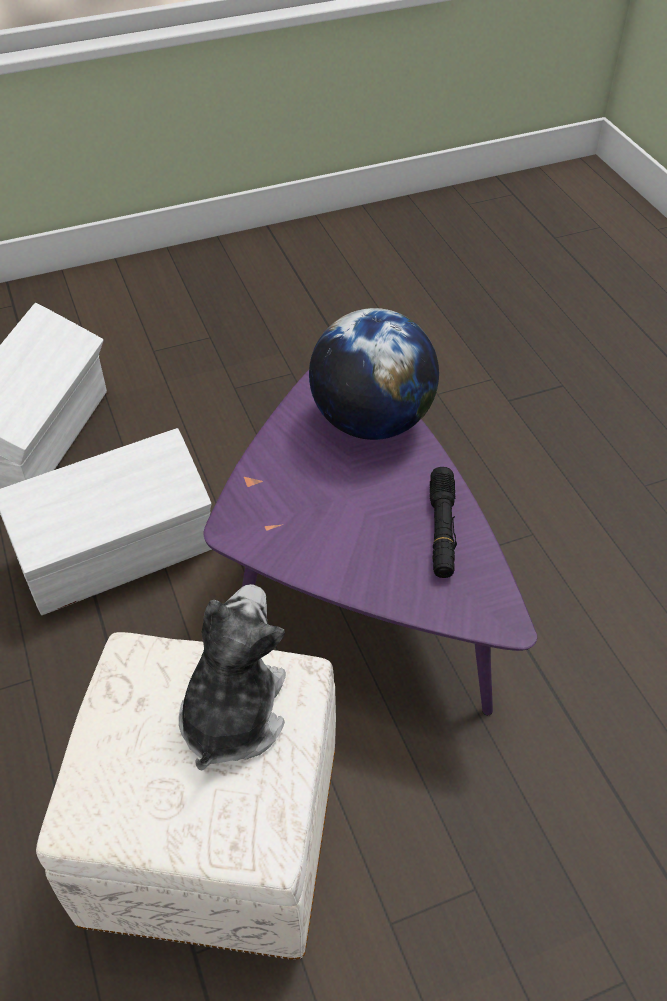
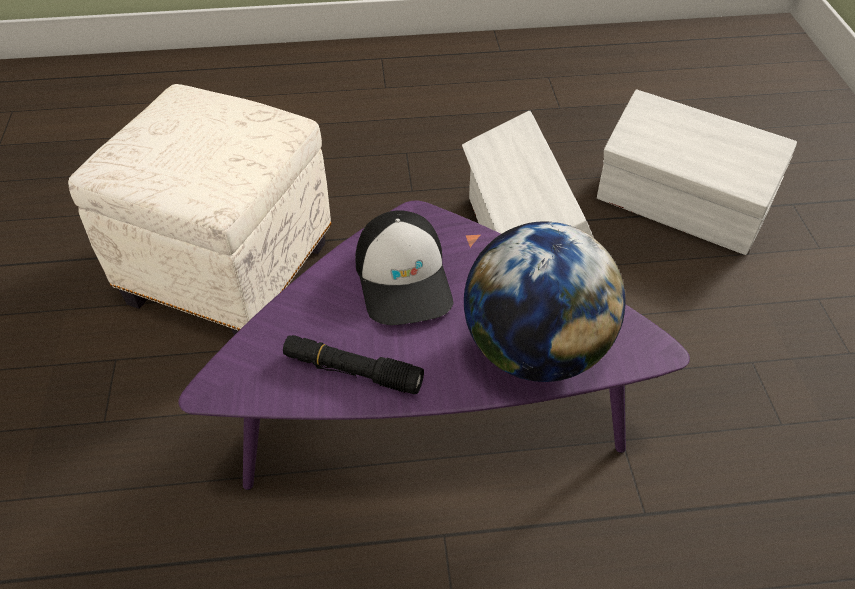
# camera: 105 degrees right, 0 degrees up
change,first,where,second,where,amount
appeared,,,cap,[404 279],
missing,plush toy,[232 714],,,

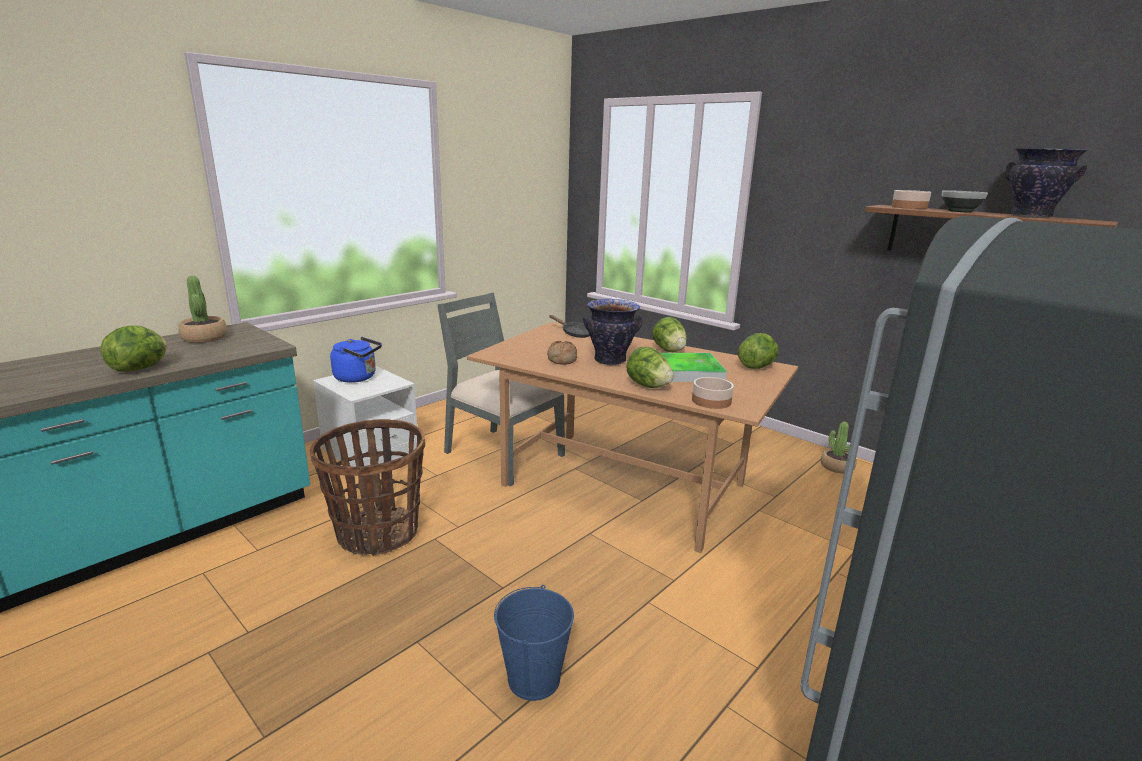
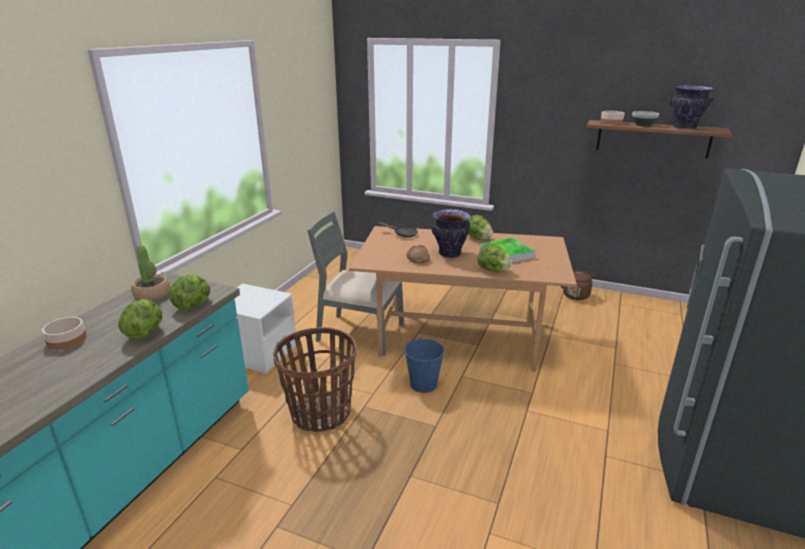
# camera: 20 degrees left, 5 degrees up
change,first,where,second,where,amount
relocated,bowl,[711 401],,[67 339],
relocated,lettuce,[757 367],,[194 305],
relocated,bucket/blue,[534 678],,[423 384],
exchanged,potted plant,[837 467],kettle/brown,[575 294],
missing,kettle/blue,[358 378],,,

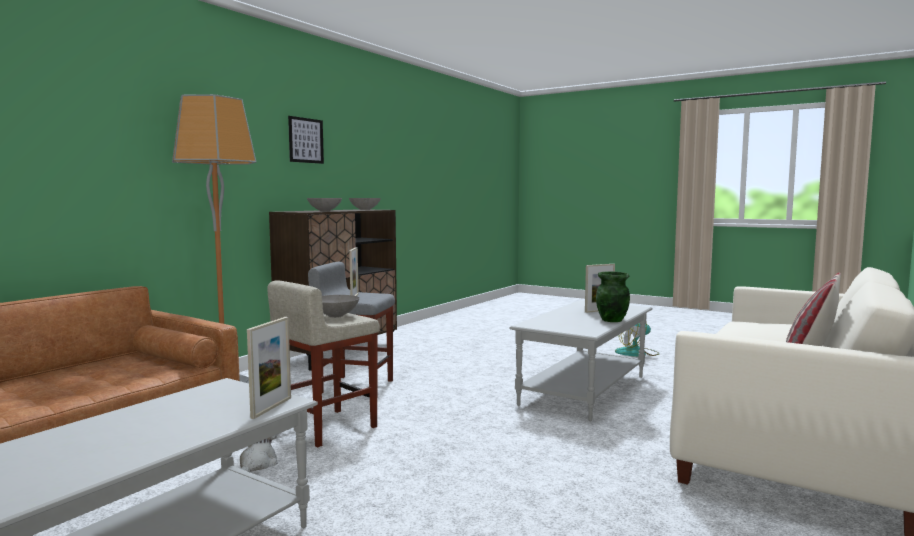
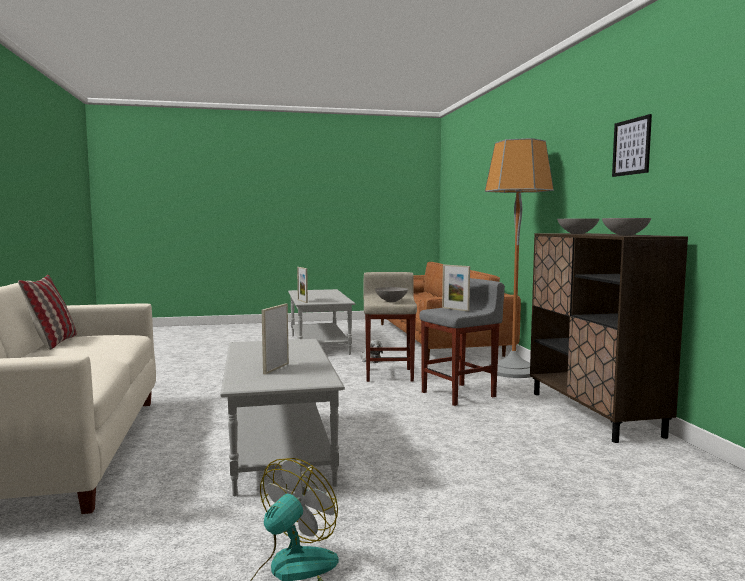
# camera: 135 degrees right, 0 degrees up
change,first,where,second,where,amount
missing,vase/green,[612 320],,,

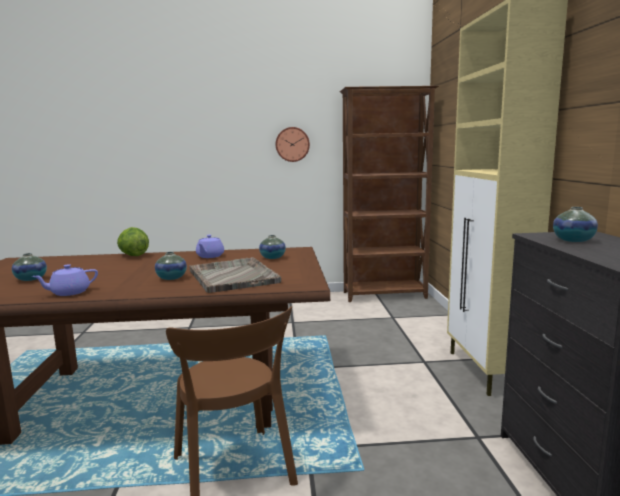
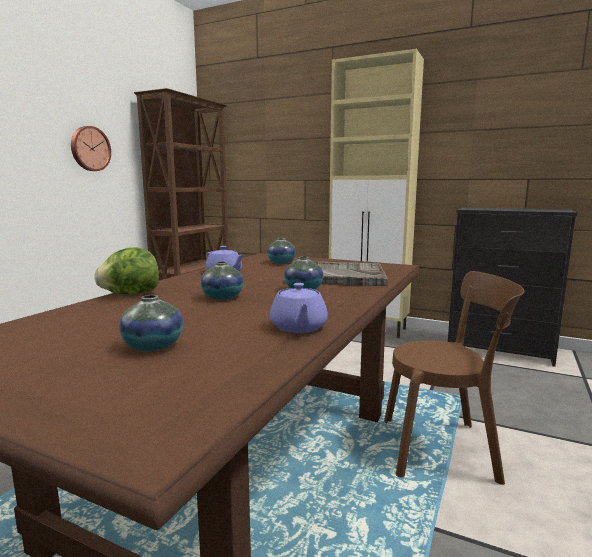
# camera: 60 degrees left, 0 degrees up
change,first,where,second,where,amount
relocated,vase,[573 240],,[222 297],

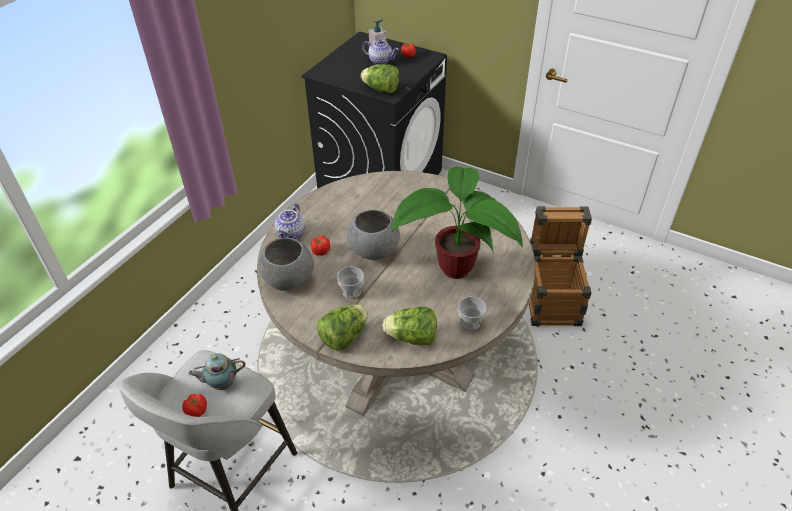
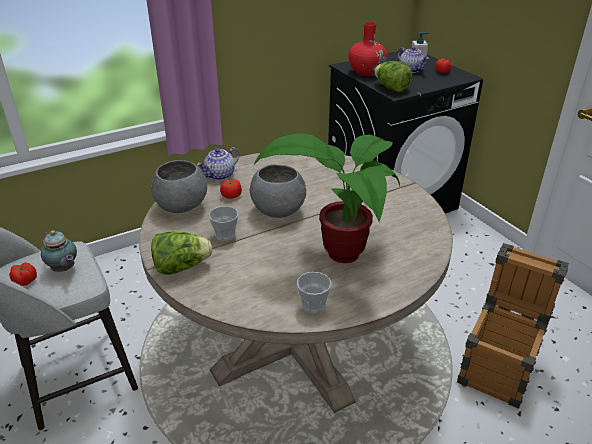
# camera: 30 degrees right, 10 degrees down
change,first,where,second,where,amount
spun,teapot,[221 383],,[64 269],150 degrees counterclockwise
appeared,,,vase/red,[366 72],
missing,lettuce,[412 337],,,

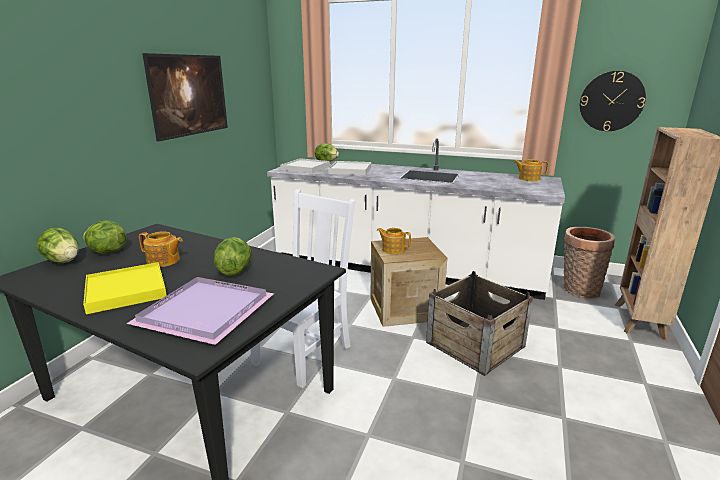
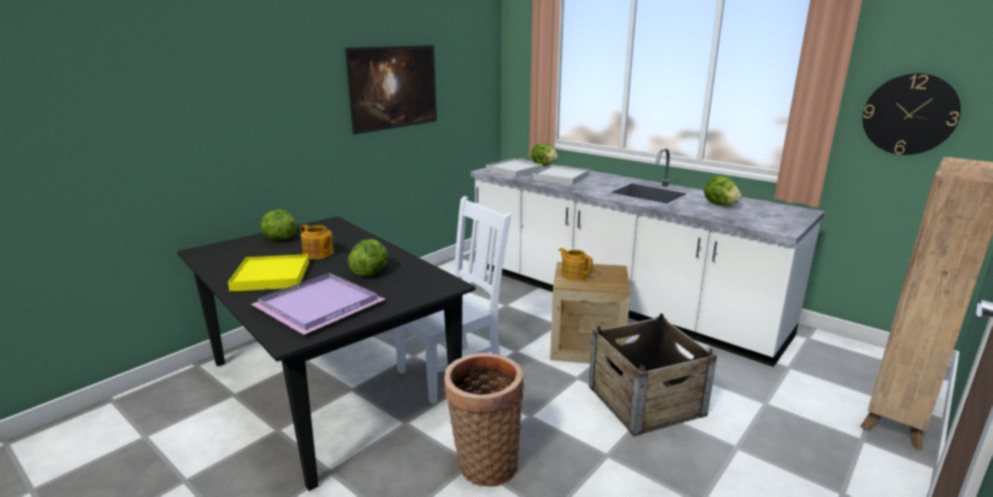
# camera: 20 degrees right, 0 degrees up
change,first,where,second,where,amount
relocated,basket,[578 290],,[484 463],
relocated,lettuce,[63 261],,[720 204],
missing,teapot,[528 178],,,

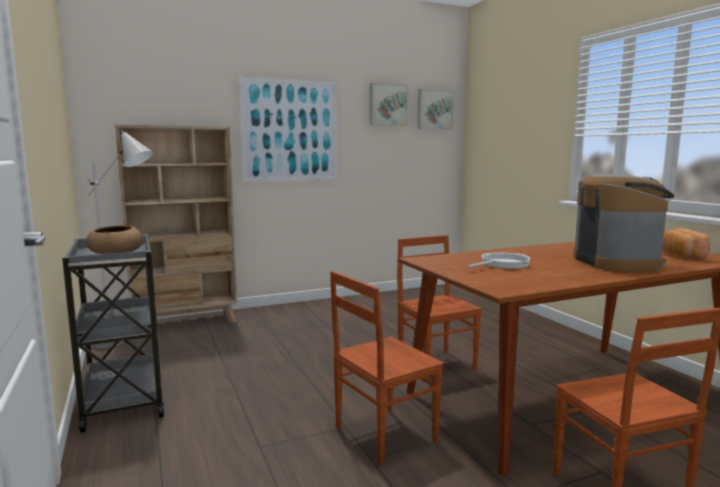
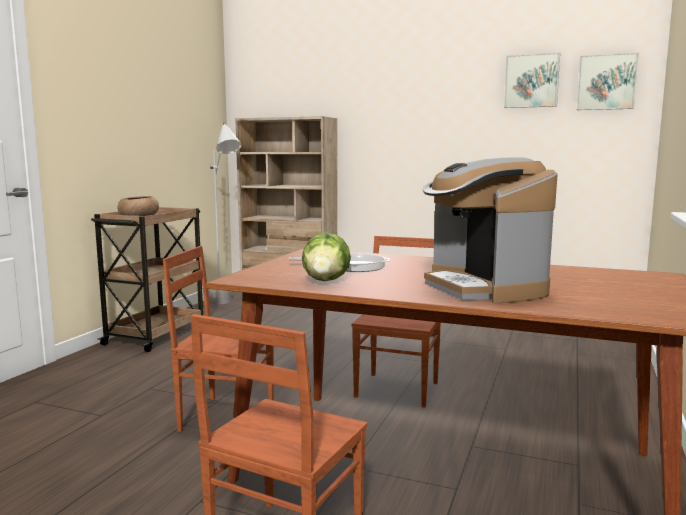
# camera: 45 degrees right, 0 degrees up
change,first,where,second,where,amount
colour,cart/grey,[123 397],cart/brown,[156 334],
appeared,,,lettuce,[326 281],
spun,coffee machine,[617 262],,[484 288],120 degrees clockwise
missing,picture,[290 131],,,
missing,bread,[680 255],,,

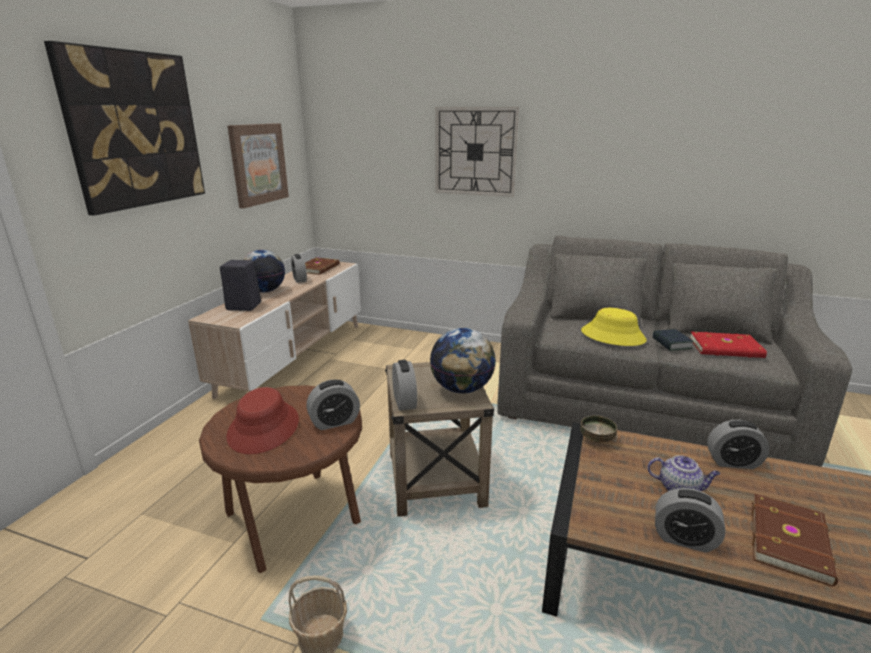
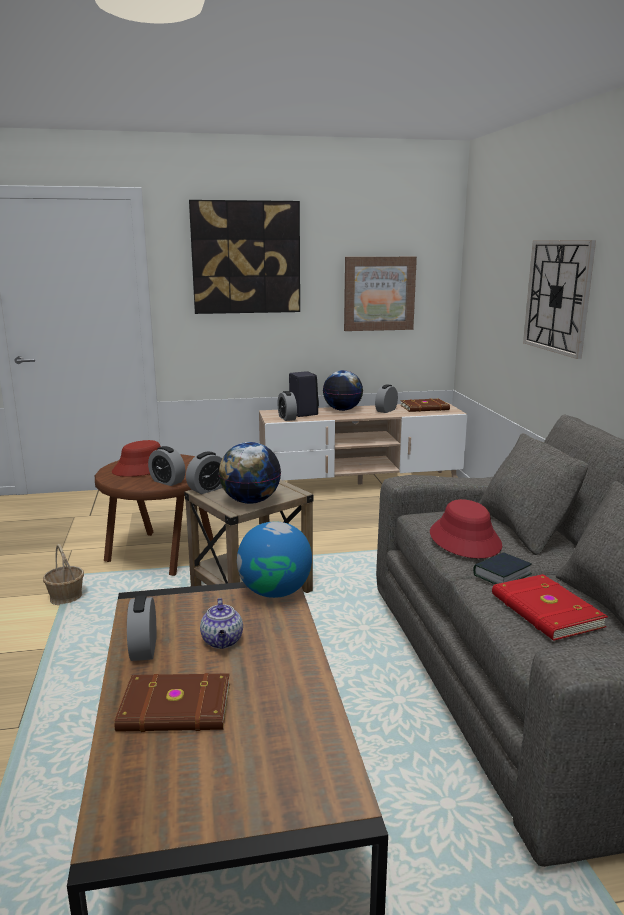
# camera: 60 degrees right, 5 degrees down
change,first,where,second,where,amount
exchanged,bowl,[597 439],globe,[275 592],
relocated,alarm clock,[733 462],,[287 418],
colour,hat/yellow,[613 336],hat/red,[465 539],

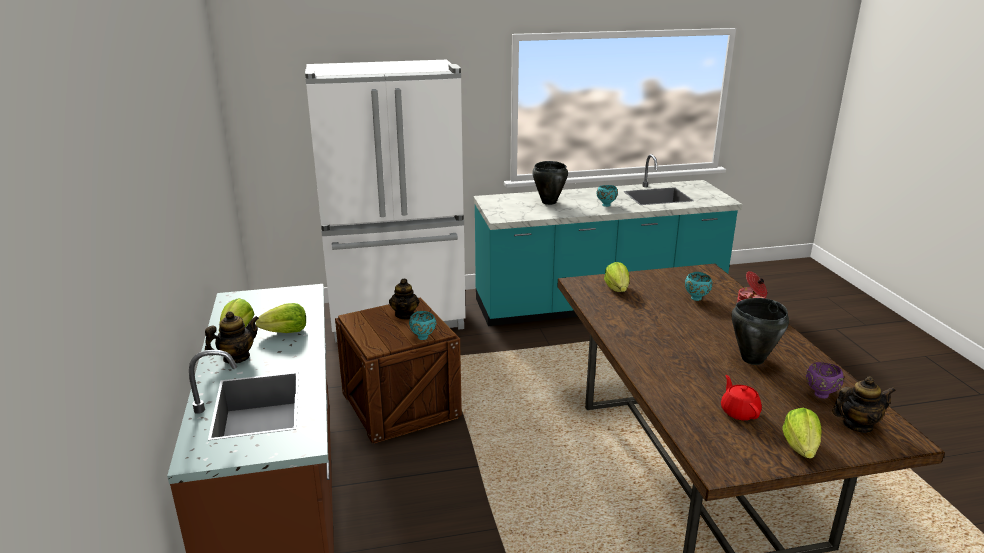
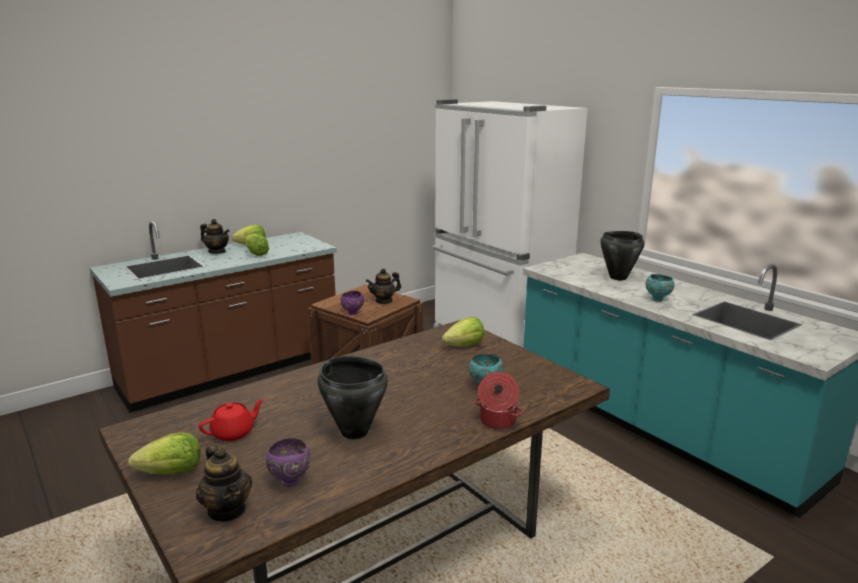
# camera: 65 degrees right, 5 degrees down
change,first,where,second,where,amount
colour,bowl/turquoise,[423 337],bowl/purple,[352 314],

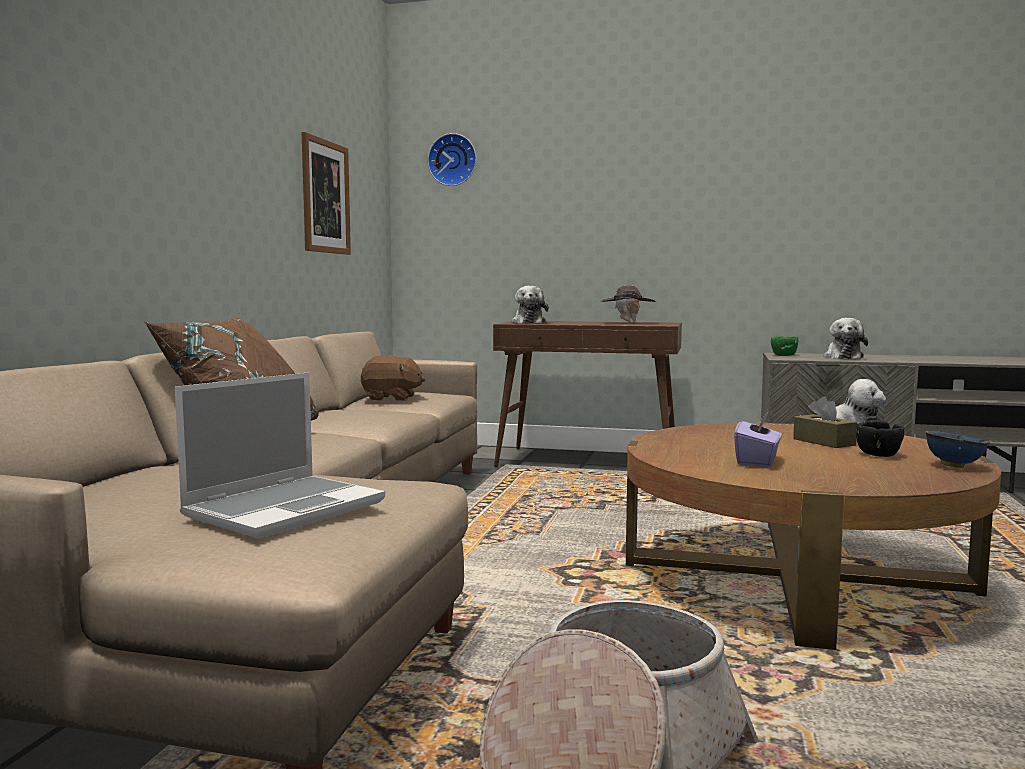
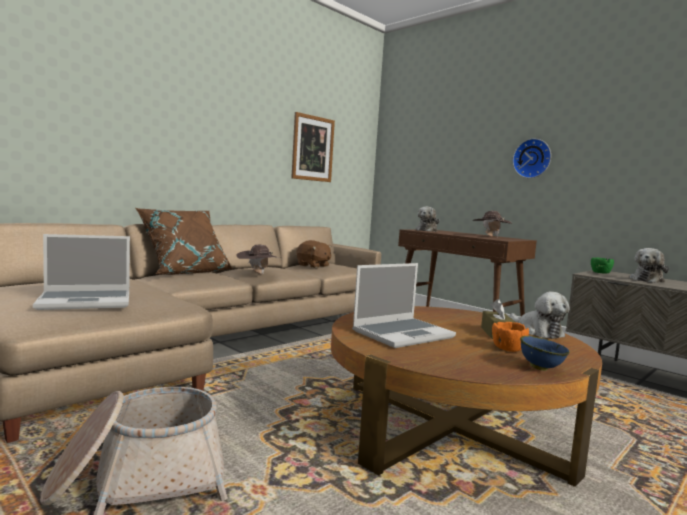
# camera: 30 degrees right, 0 degrees up
change,first,where,second,where,amount
appeared,,,hat/brown,[258 275],
exchanged,tissue box/purple,[757 461],laptop,[403 334],
colour,bowl/black,[878 454],bowl/orange,[507 349],
relocated,wall clock,[453 160],,[532 158],

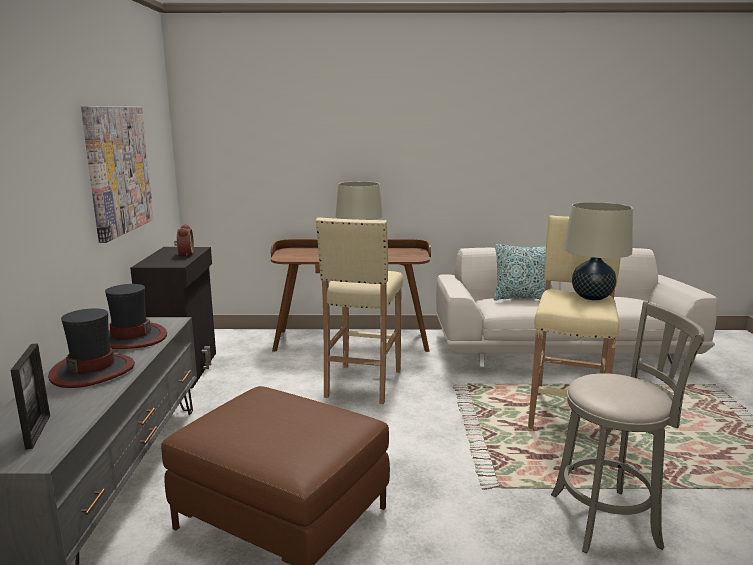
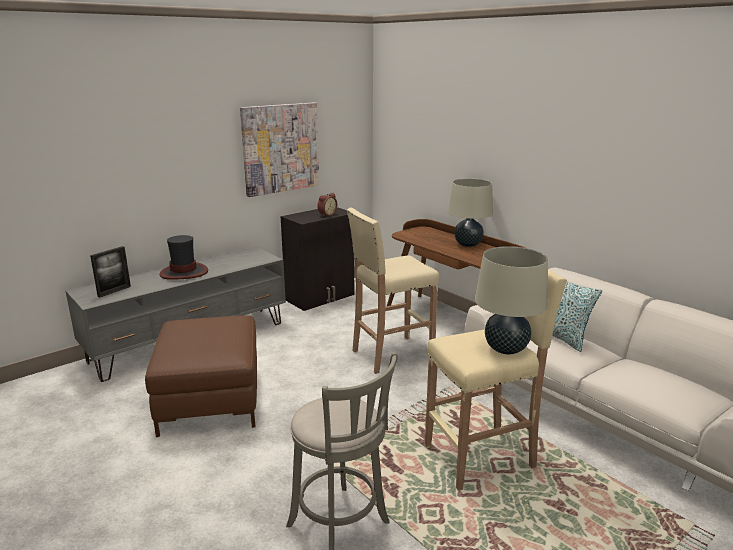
# camera: 50 degrees right, 5 degrees up
change,first,where,second,where,amount
missing,hat,[130 338],,,

